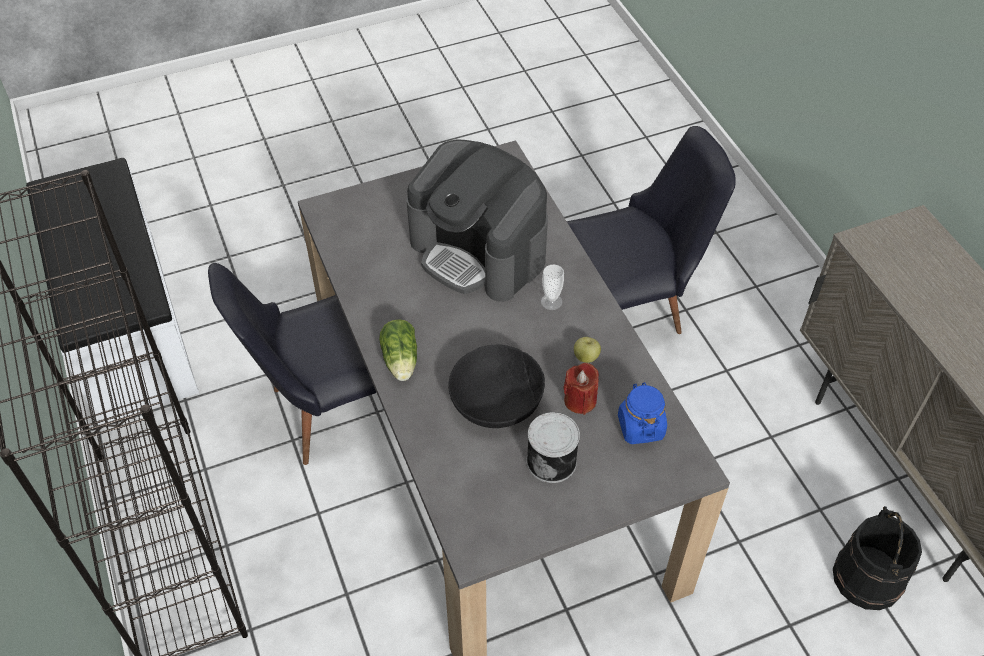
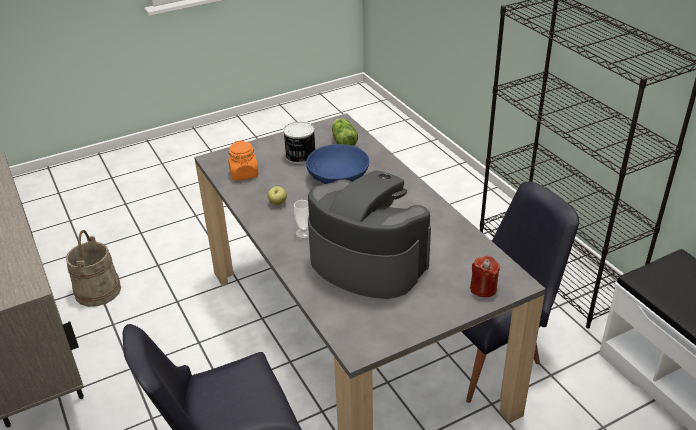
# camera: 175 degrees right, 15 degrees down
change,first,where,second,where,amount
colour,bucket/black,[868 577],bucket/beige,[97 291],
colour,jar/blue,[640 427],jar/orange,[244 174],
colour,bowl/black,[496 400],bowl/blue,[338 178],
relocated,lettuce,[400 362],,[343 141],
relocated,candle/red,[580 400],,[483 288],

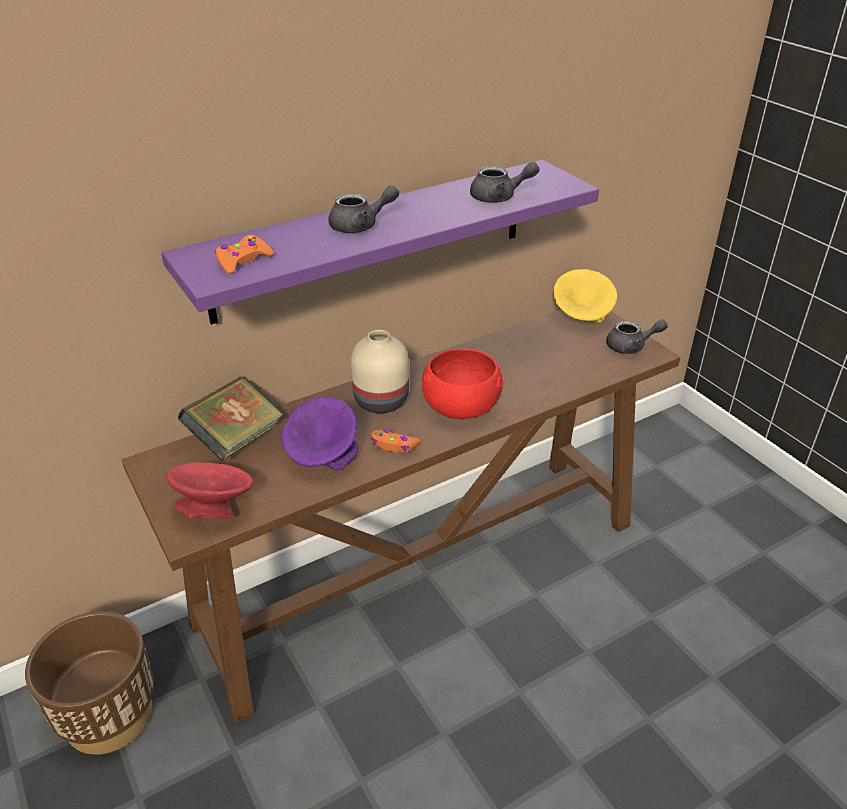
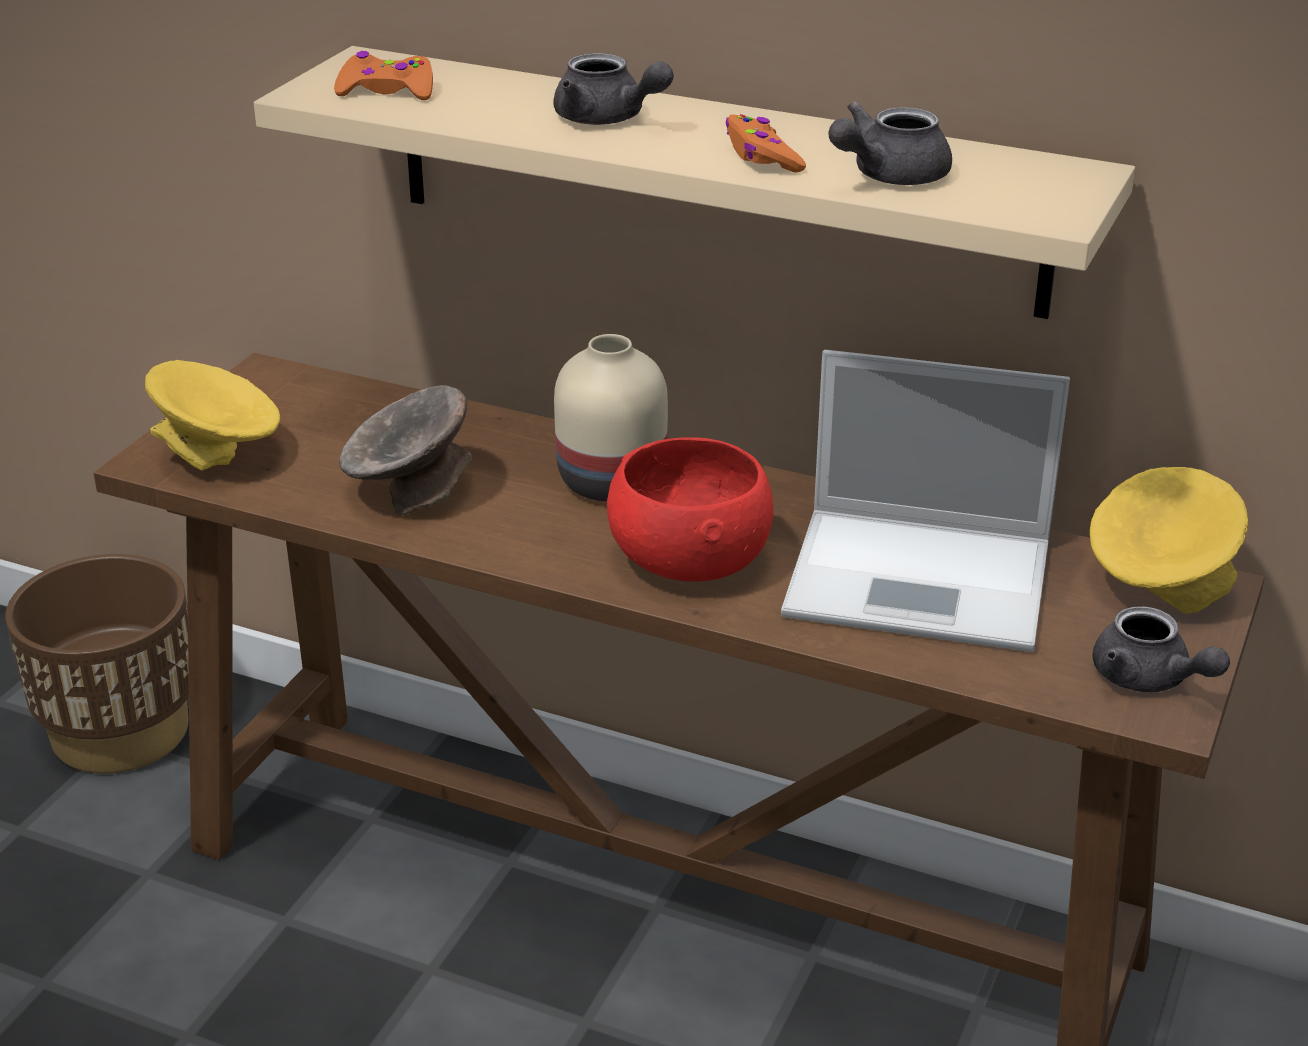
# camera: 55 degrees right, 5 degrees down
change,first,where,second,where,amount
colour,bowl/red,[215 509],bowl/yellow,[219 457],
colour,shelf/purple,[373 239],shelf/beige,[713 179],
colour,bowl/purple,[323 459],bowl/grey,[409 492],
relocated,game controller/orange,[394 445],,[762 157],
appeared,,,laptop,[924 580],
spun,teapot/grey,[499 197],,[888 176],90 degrees clockwise
missing,book,[236 439],,,

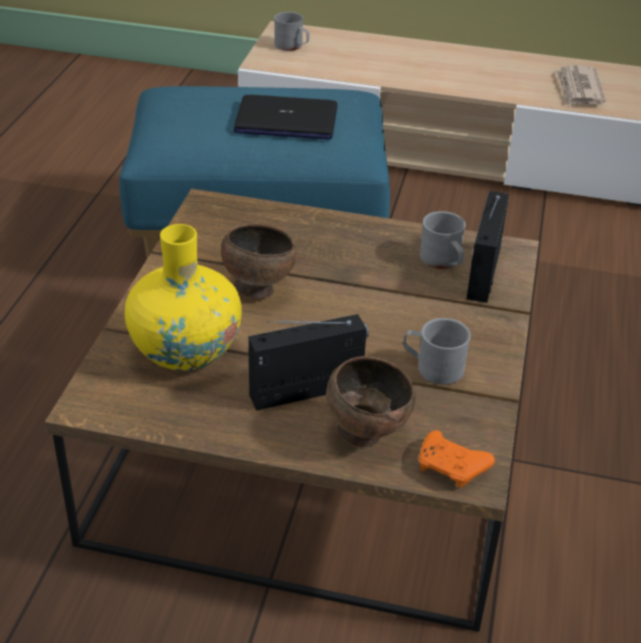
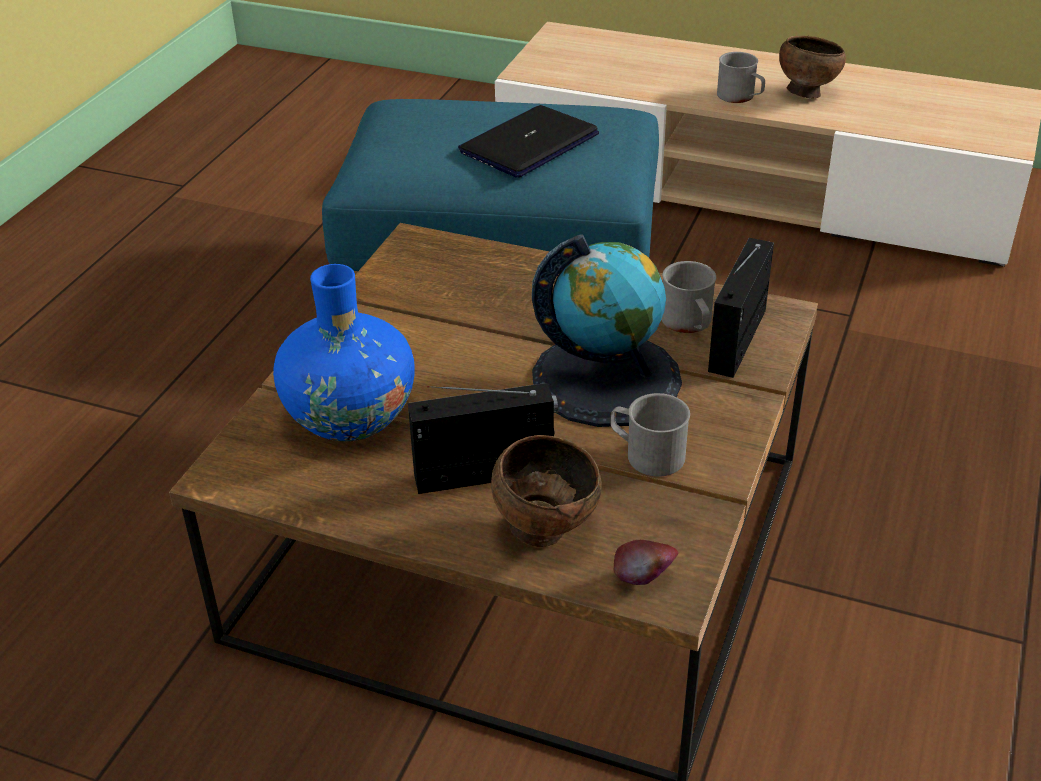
# camera: 10 degrees right, 0 degrees up
change,first,where,second,where,amount
colour,vase/yellow,[186 351],vase/blue,[350 417],
spun,laptop,[285 120],,[529 144],120 degrees clockwise
appeared,,,globe,[606 378],
exchanged,game controller/orange,[452 468],apple,[643 580],
relocated,mug/grey,[292 46],,[740 97],
relocated,bowl/brown,[257 288],,[806 93],
missing,newspaper,[578 89],,,

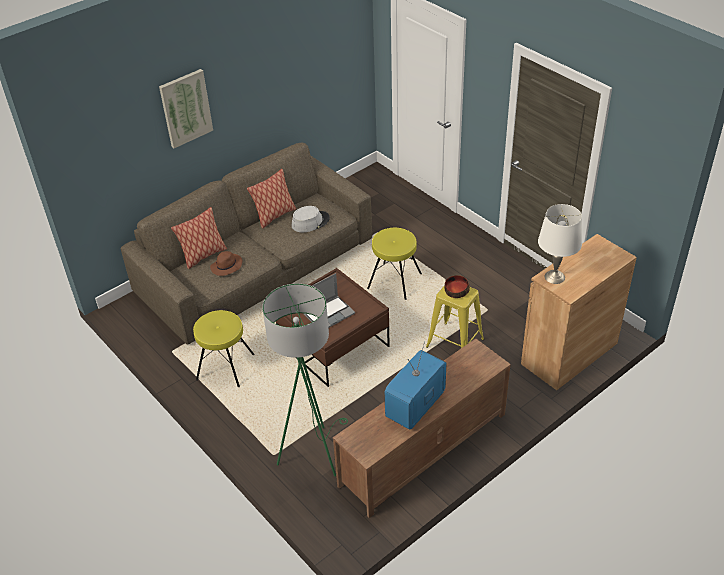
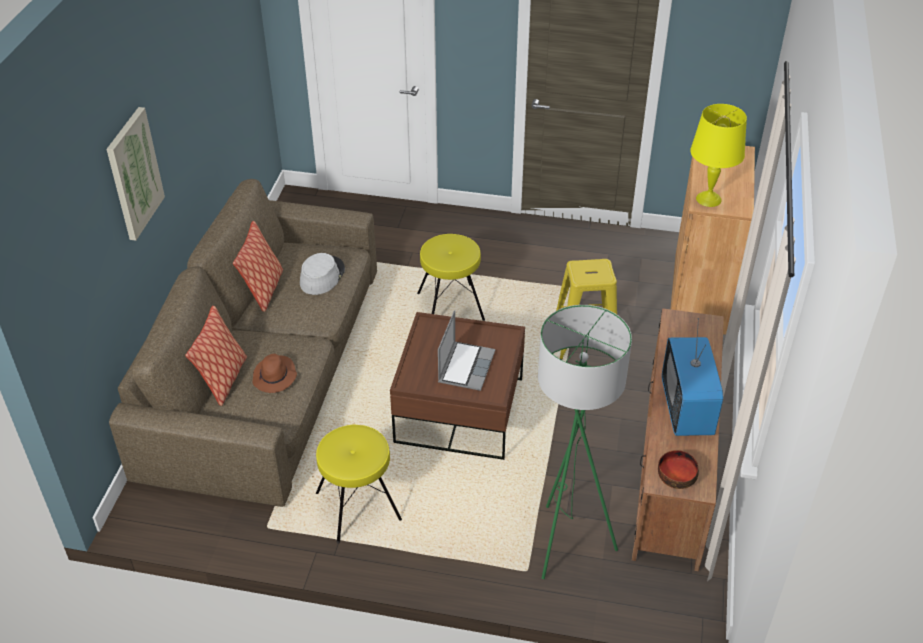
# camera: 40 degrees left, 0 degrees up
change,first,where,second,where,amount
relocated,bowl,[456 291],,[676 475],
colour,table lamp/white,[555 277],table lamp/yellow,[709 199],

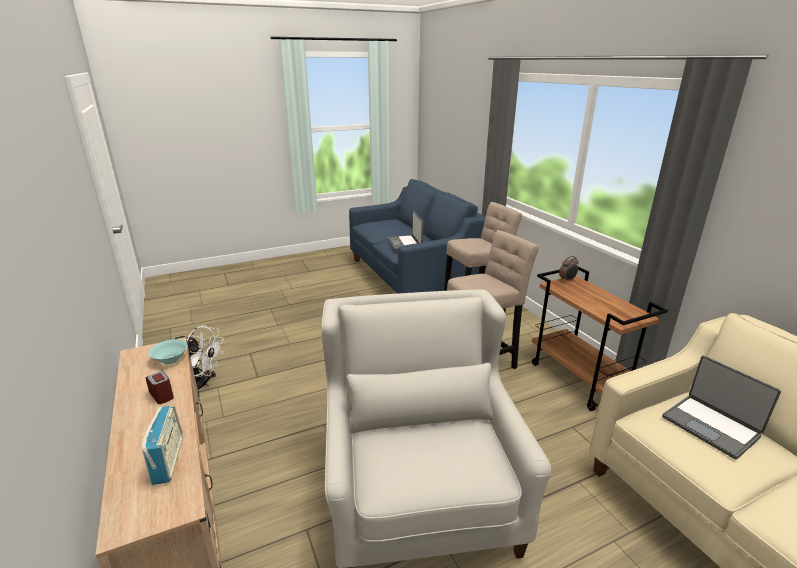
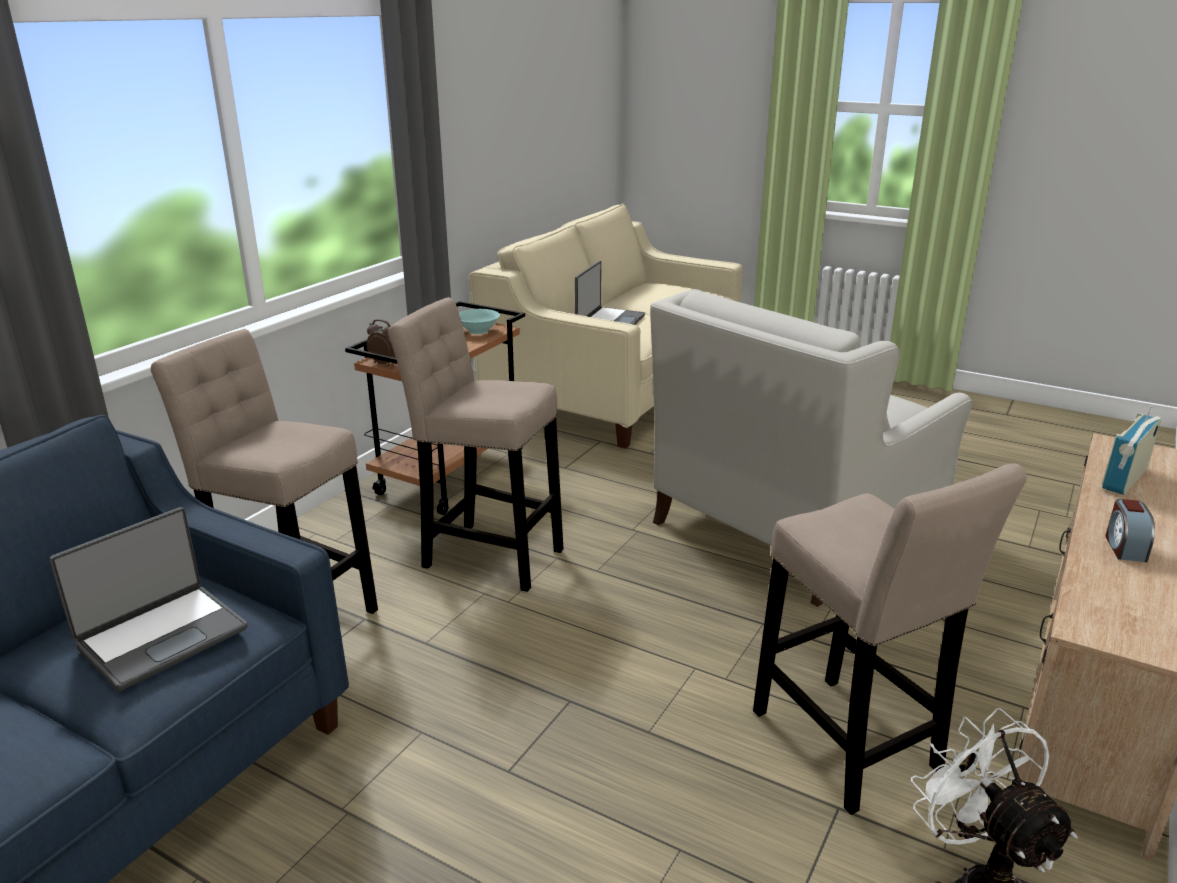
# camera: 125 degrees left, 0 degrees up
change,first,where,second,where,amount
relocated,bowl/turquoise,[171 360],,[478 331],
appeared,,,stool/beige,[850 747],

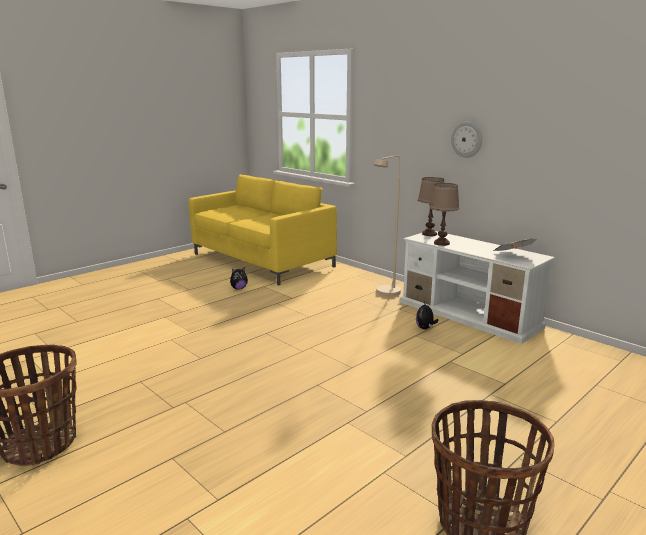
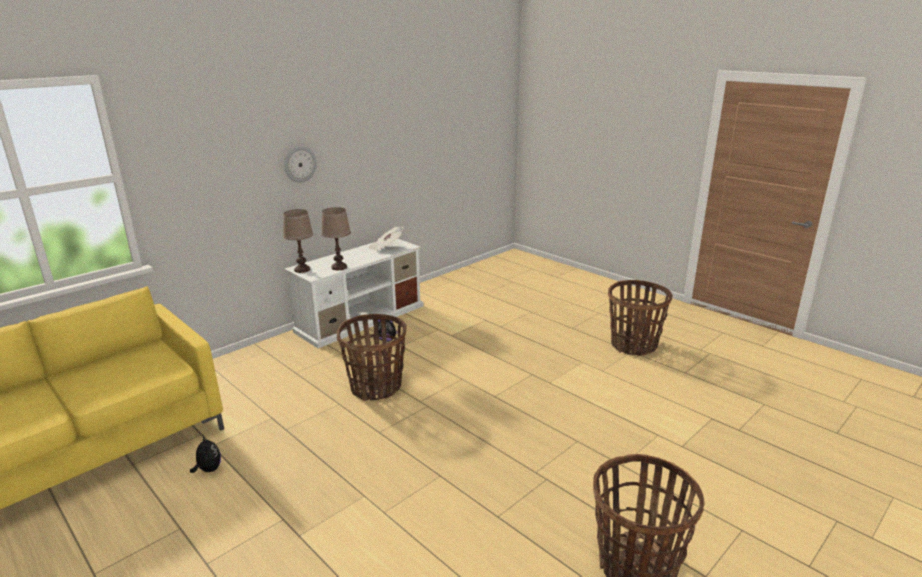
# camera: 90 degrees left, 5 degrees up
change,first,where,second,where,amount
appeared,,,basket,[376 387],
missing,floor lamp/beige,[385 295],,,

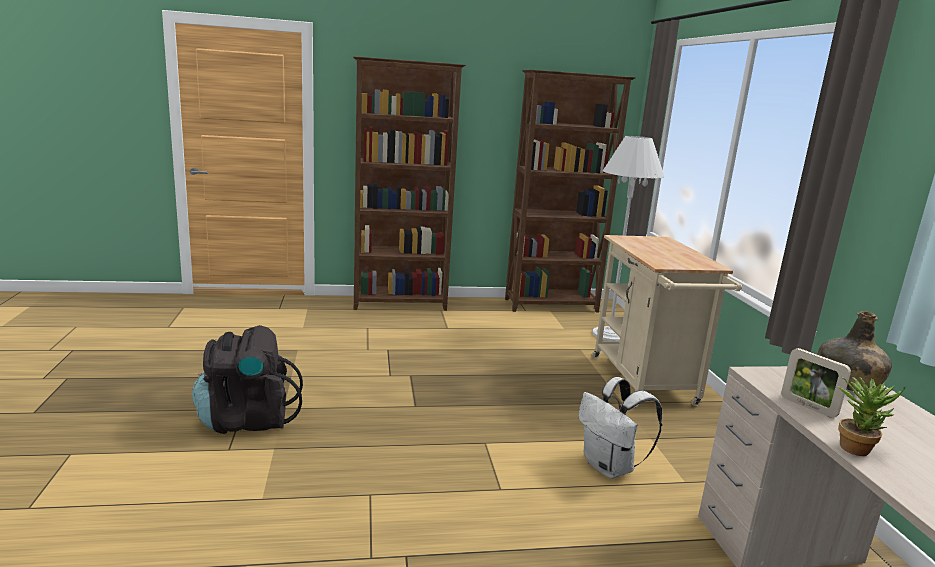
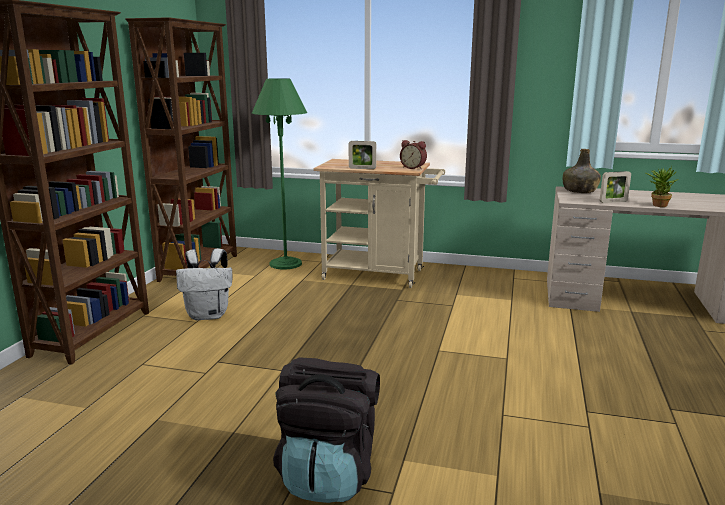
# camera: 65 degrees left, 0 degrees up
change,first,where,second,where,amount
relocated,backpack/white,[610 468],,[209 315],
colour,floor lamp/white,[610 335],floor lamp/green,[285 264],
appeared,,,picture frame,[362 168],
appeared,,,alarm clock,[413 168],

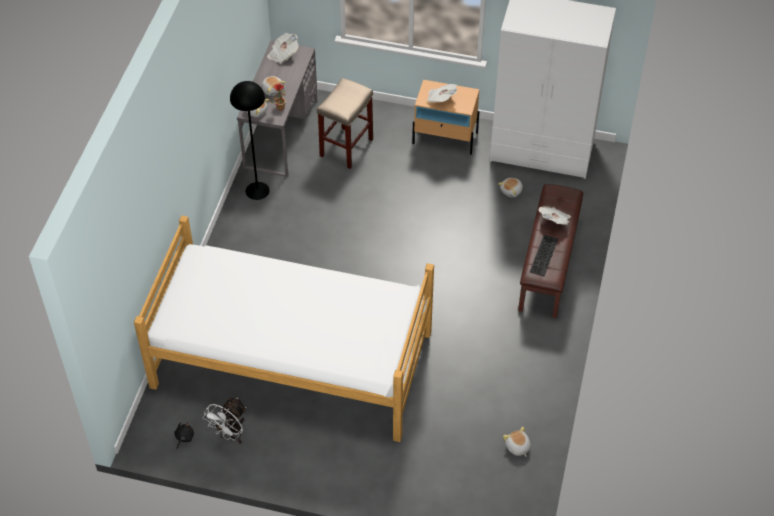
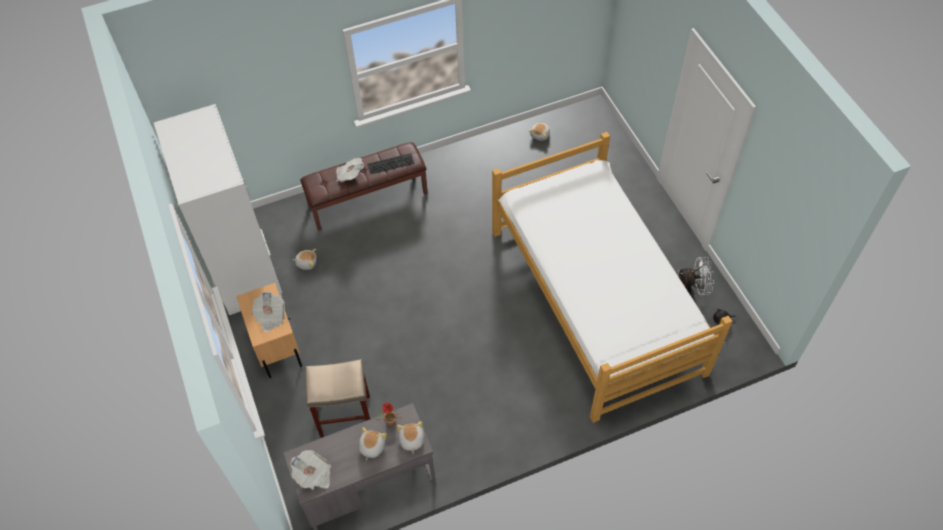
# camera: 125 degrees left, 5 degrees up
change,first,where,second,where,amount
missing,floor lamp/black,[257 190],,,

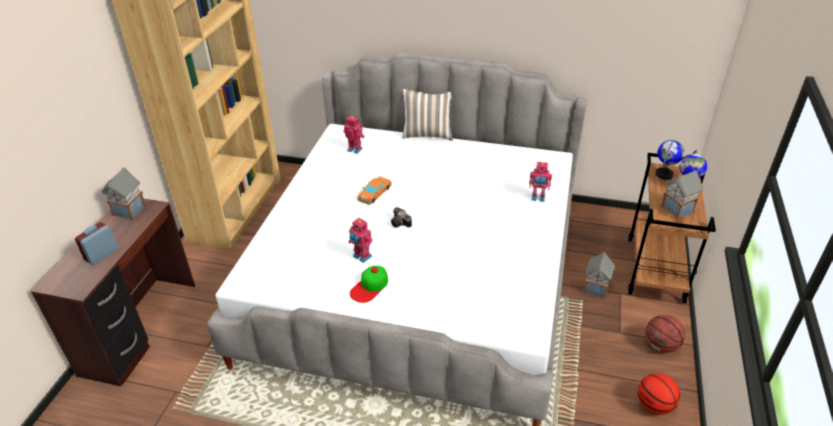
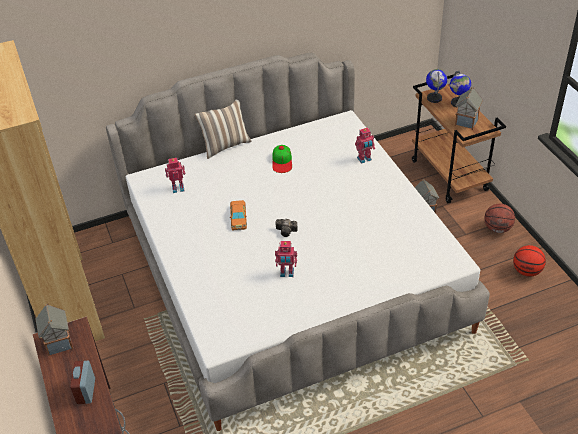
# camera: 35 degrees left, 5 degrees up
change,first,where,second,where,amount
relocated,cap,[369 287],,[282 161],

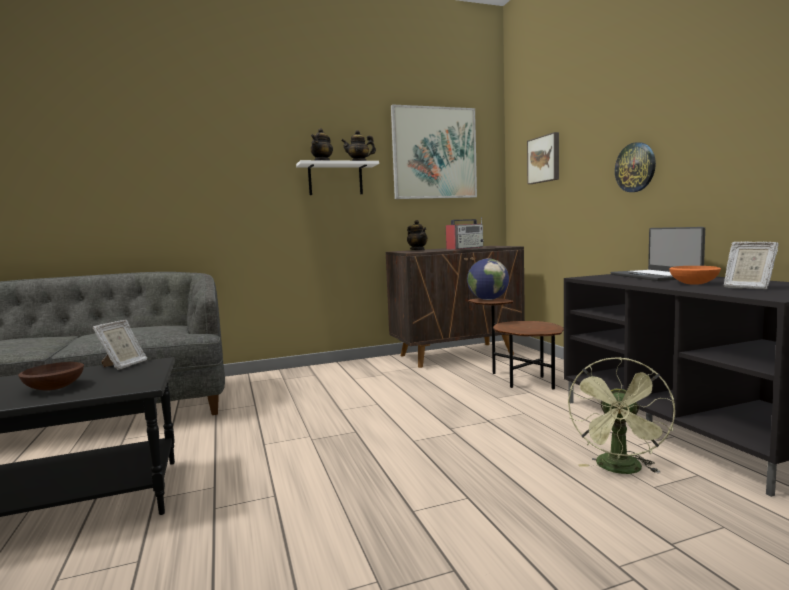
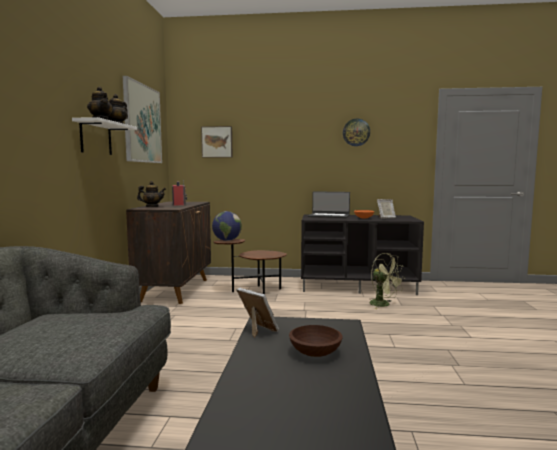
# camera: 65 degrees left, 0 degrees up
change,first,where,second,where,amount
relocated,wall clock,[635 167],,[356 132],

